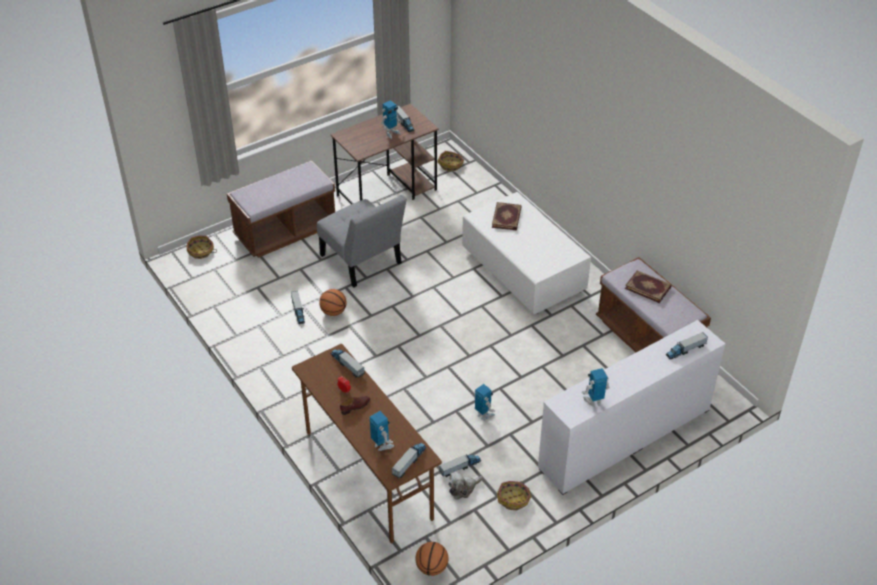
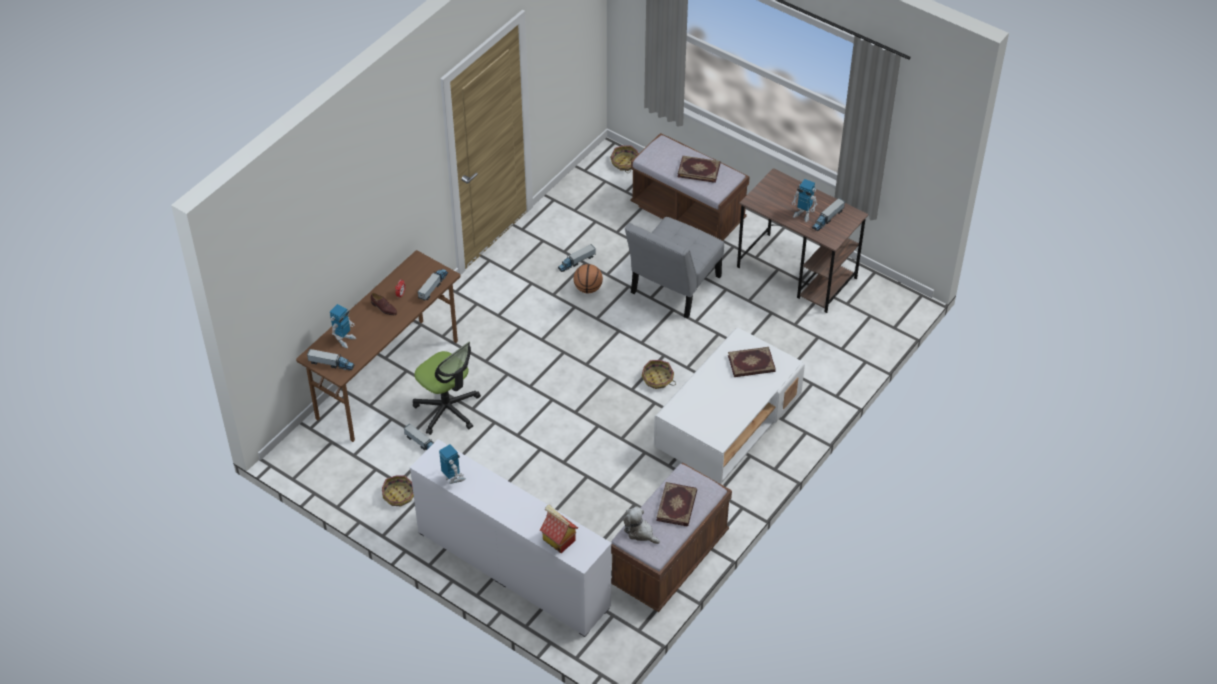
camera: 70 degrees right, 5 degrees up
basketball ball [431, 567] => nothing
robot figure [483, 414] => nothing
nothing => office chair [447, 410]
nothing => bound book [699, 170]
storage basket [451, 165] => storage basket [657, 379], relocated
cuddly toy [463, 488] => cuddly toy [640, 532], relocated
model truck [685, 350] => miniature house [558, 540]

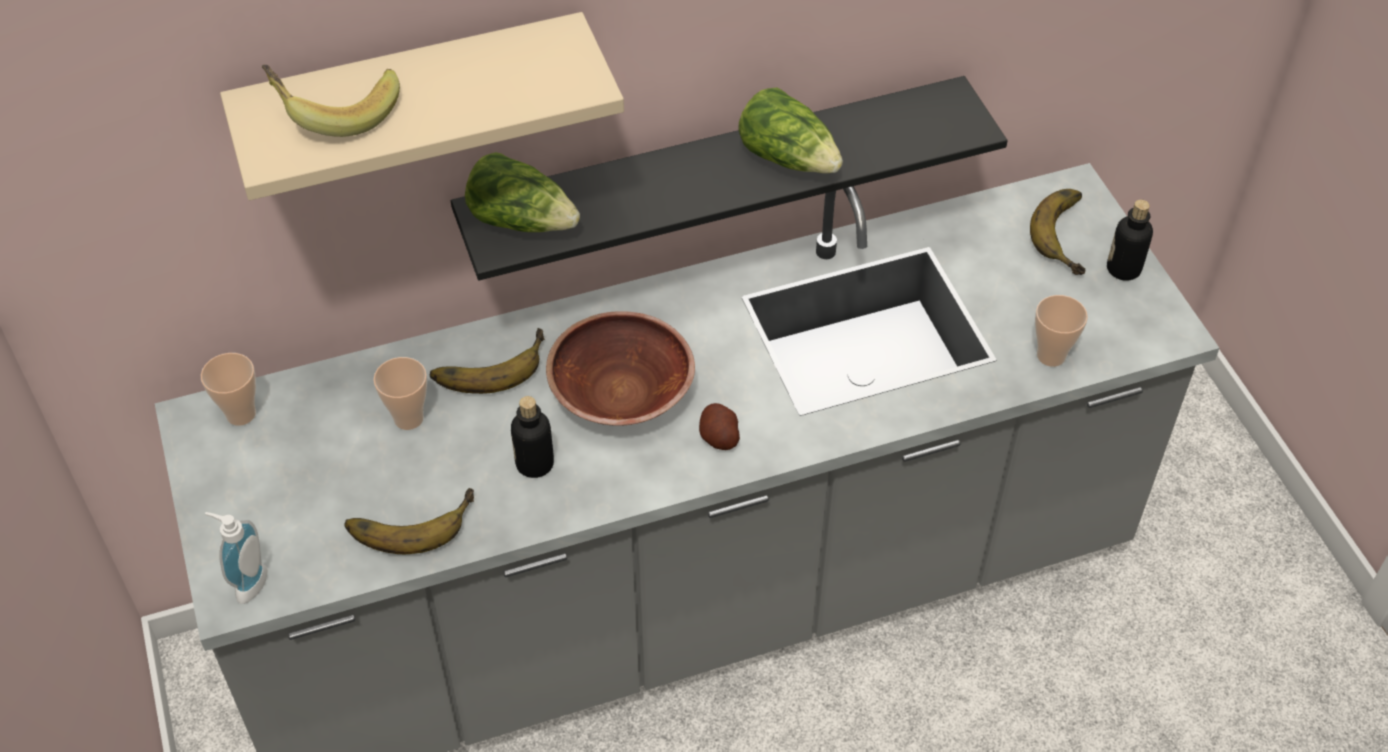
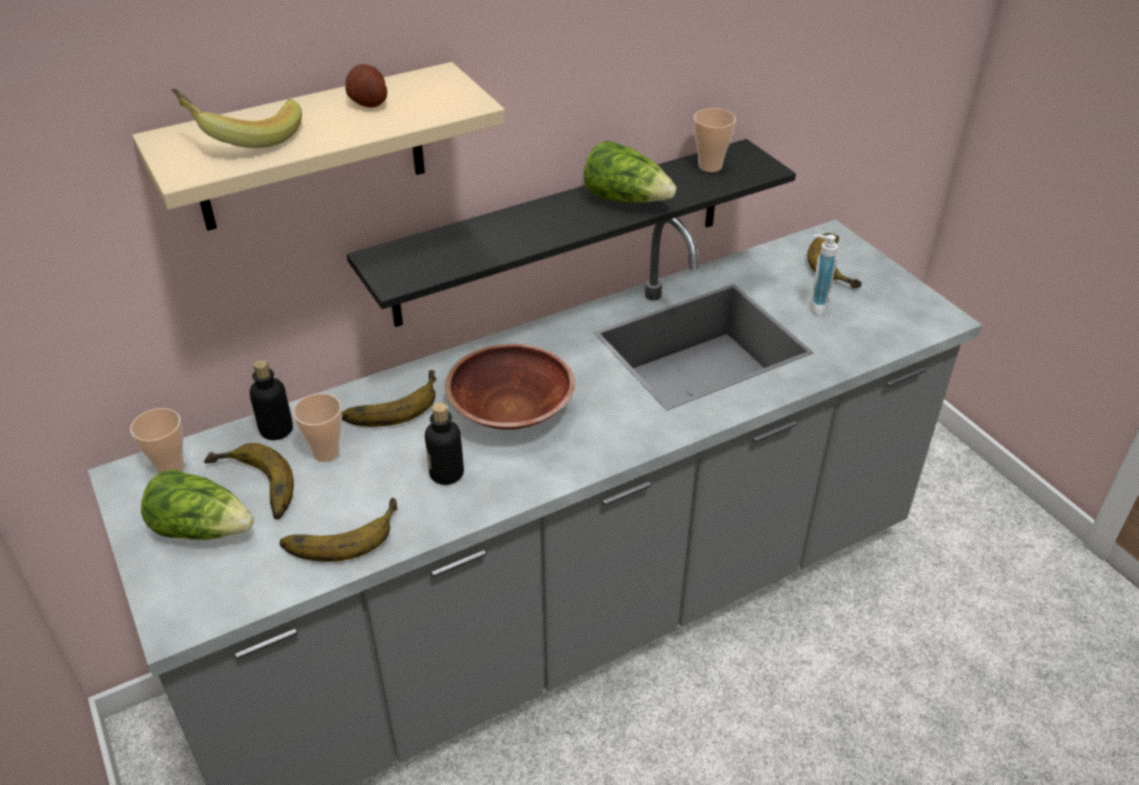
camera: 10 degrees left, 10 degrees down
nothing => banana fruit [250, 489]
soap dispenser [247, 583] => soap dispenser [814, 306], relocated
head of lettuce [522, 220] => head of lettuce [203, 528], relocated
spud [719, 437] => spud [368, 102], relocated
cup [1051, 355] => cup [710, 166], relocated
drink bottle [1123, 269] => drink bottle [276, 430], relocated

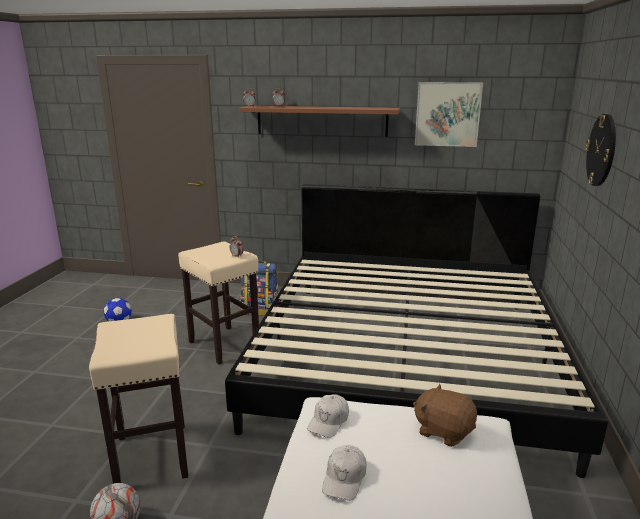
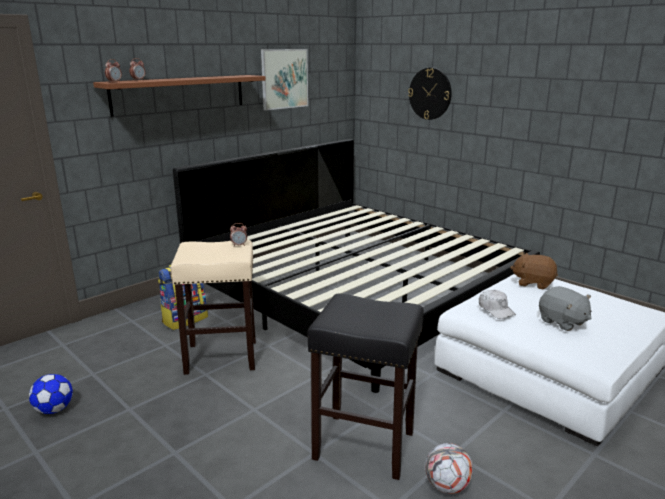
camera: 55 degrees left, 0 degrees up
white baseball cap [344, 478] => greyish cuddly toy [562, 322]
beige-coloured stool seat [152, 457] => black-coloured stool seat [365, 445]
brown cuddly toy [443, 431] => brown cuddly toy [533, 283], 45 degrees clockwise

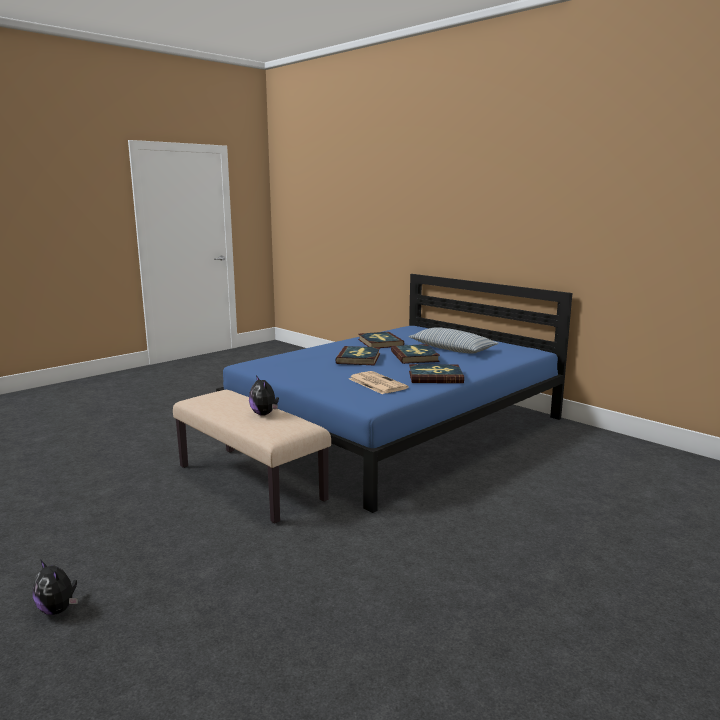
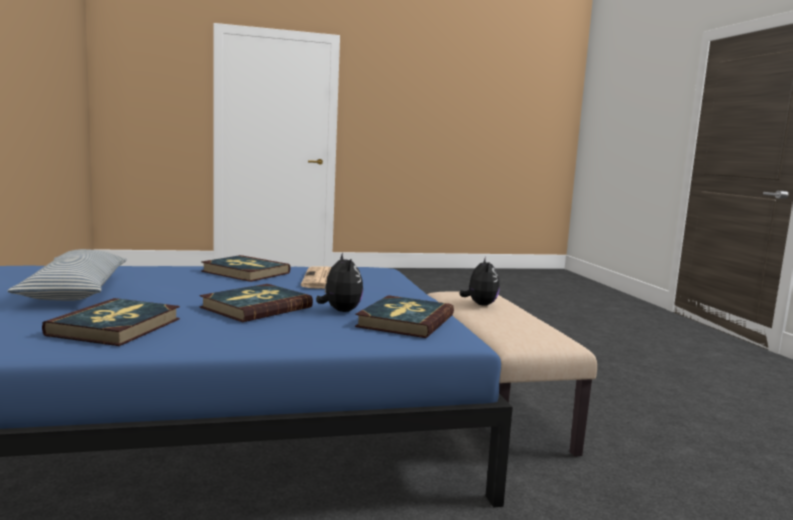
camera: 150 degrees left, 5 degrees down
cuddly toy [58, 609] => cuddly toy [340, 311], relocated
bound book [415, 356] => bound book [405, 321], relocated

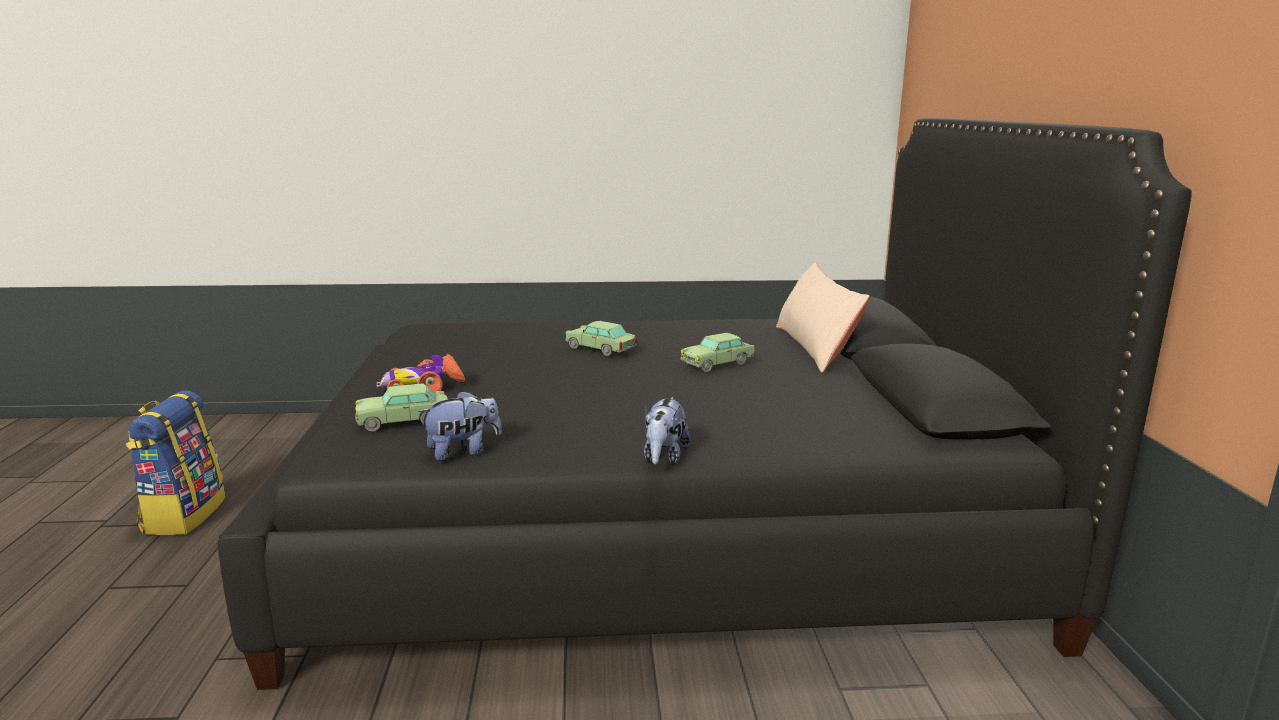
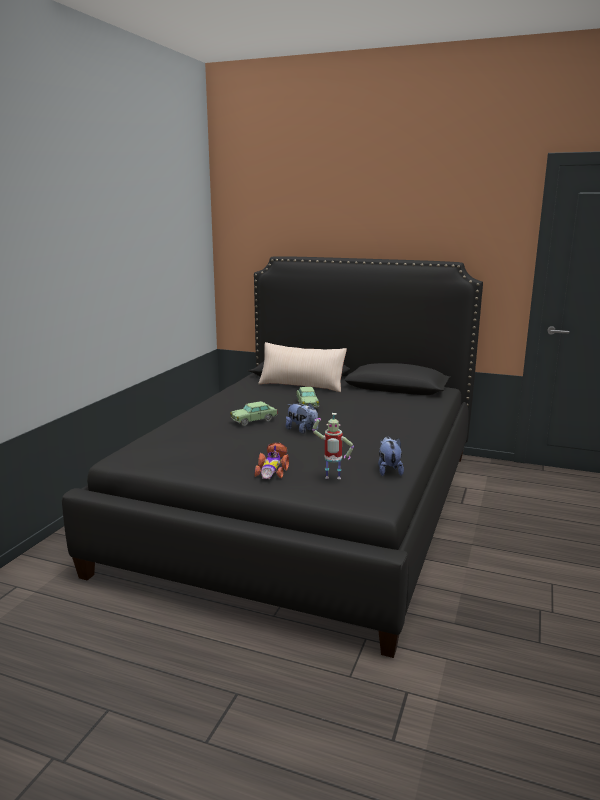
camera: 65 degrees left, 0 degrees up
backpack [183, 515] => nothing
cuddly toy [664, 458] => cuddly toy [302, 430], relocated
miniature car [403, 421] => robot figure [332, 479]

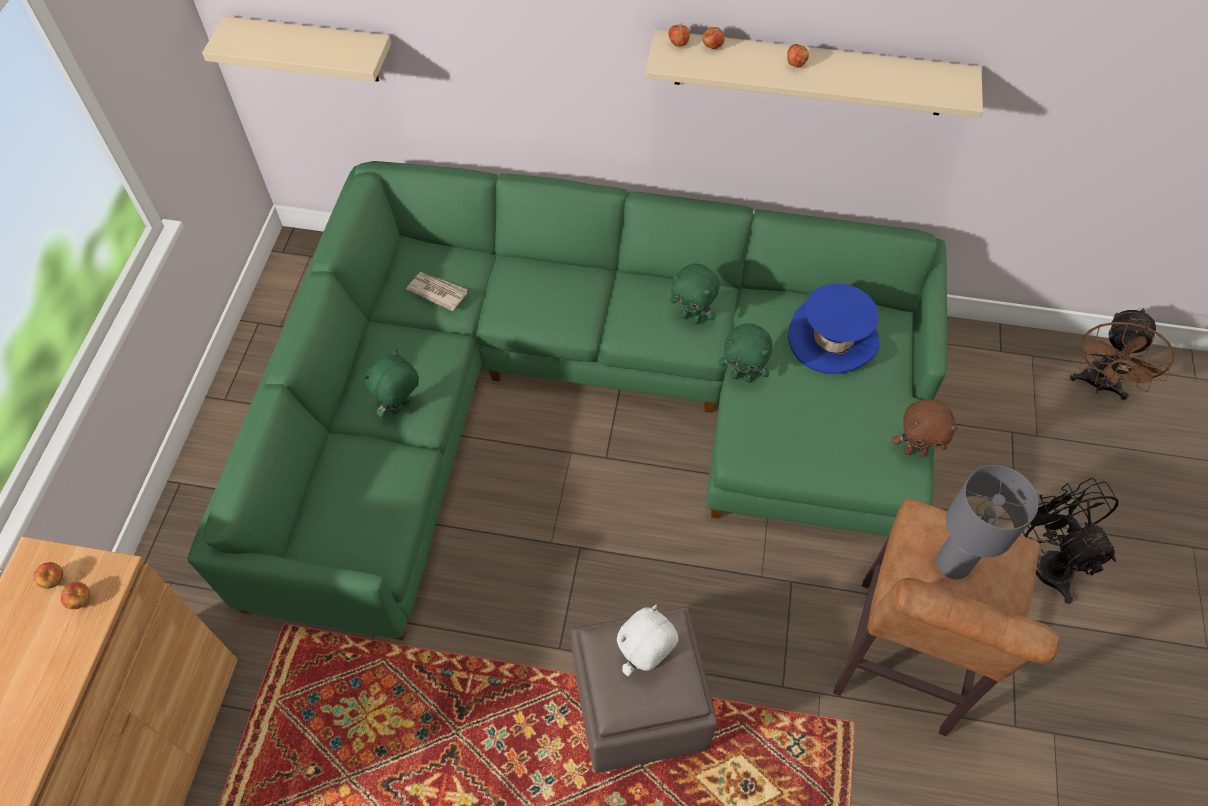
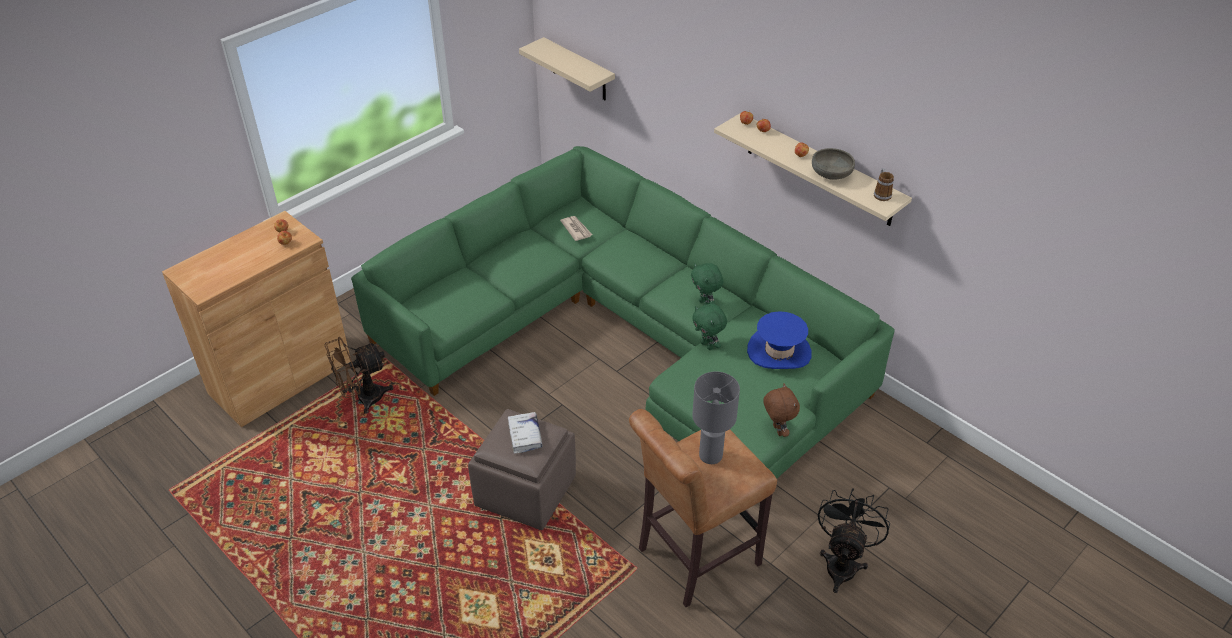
camera: 35 degrees right, 15 degrees down
green-coloured cuddly toy [401, 408] => nothing
nothing => greyish bowl [831, 174]
nothing => coffee mug [881, 194]
brown electric fan [1098, 385] => brown electric fan [363, 399], relocated
white cuddly toy [645, 659] => white bound book [525, 436]
brown cuddly toy [915, 451] => brown cuddly toy [777, 430], 150 degrees counterclockwise

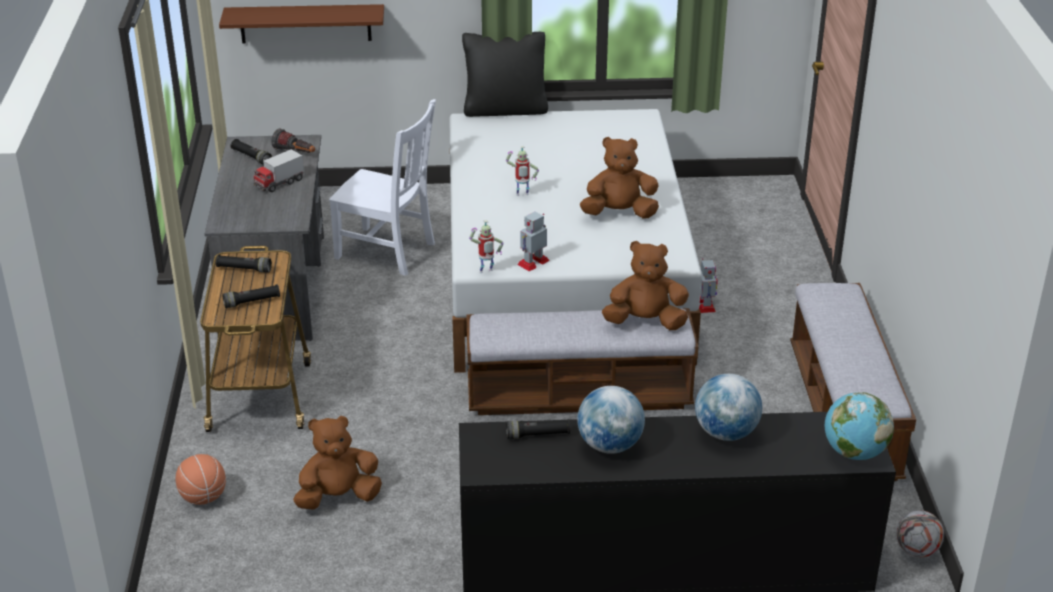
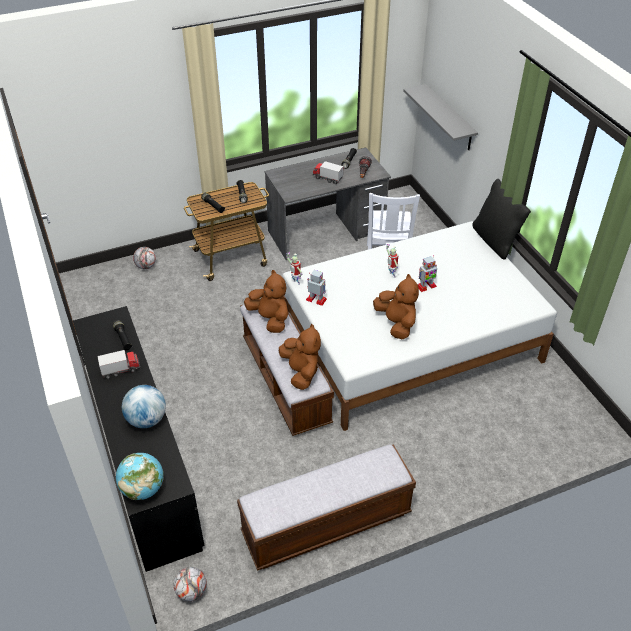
camera: 70 degrees right, 10 degrees up
brown cuddly toy [338, 497] => brown cuddly toy [270, 319], relocated
robot figure [705, 305] => robot figure [426, 286], relocated
basketball ball [203, 497] => football [146, 266]
world globe [609, 445] => model truck [121, 370]
brown bracket shelf [305, 23] => greyish bracket shelf [449, 118]

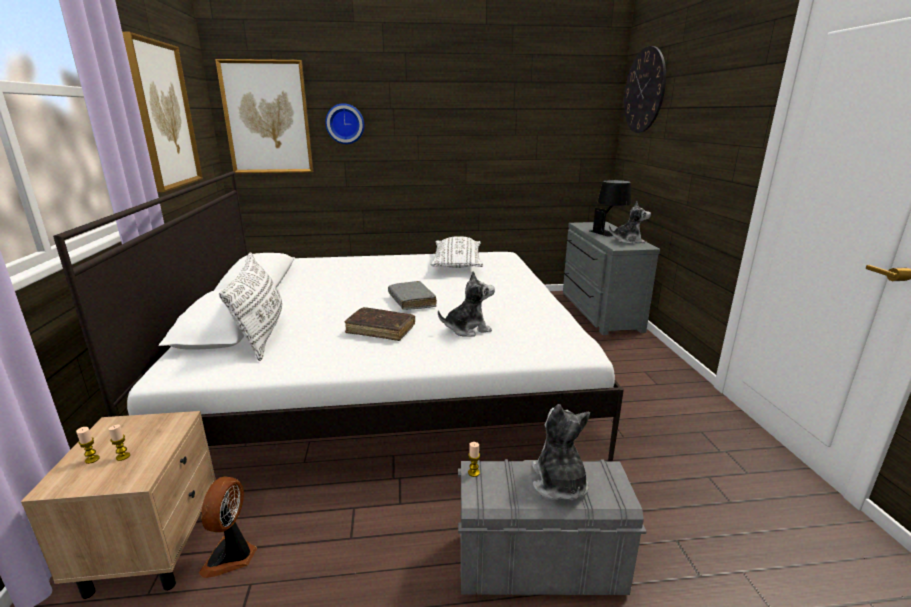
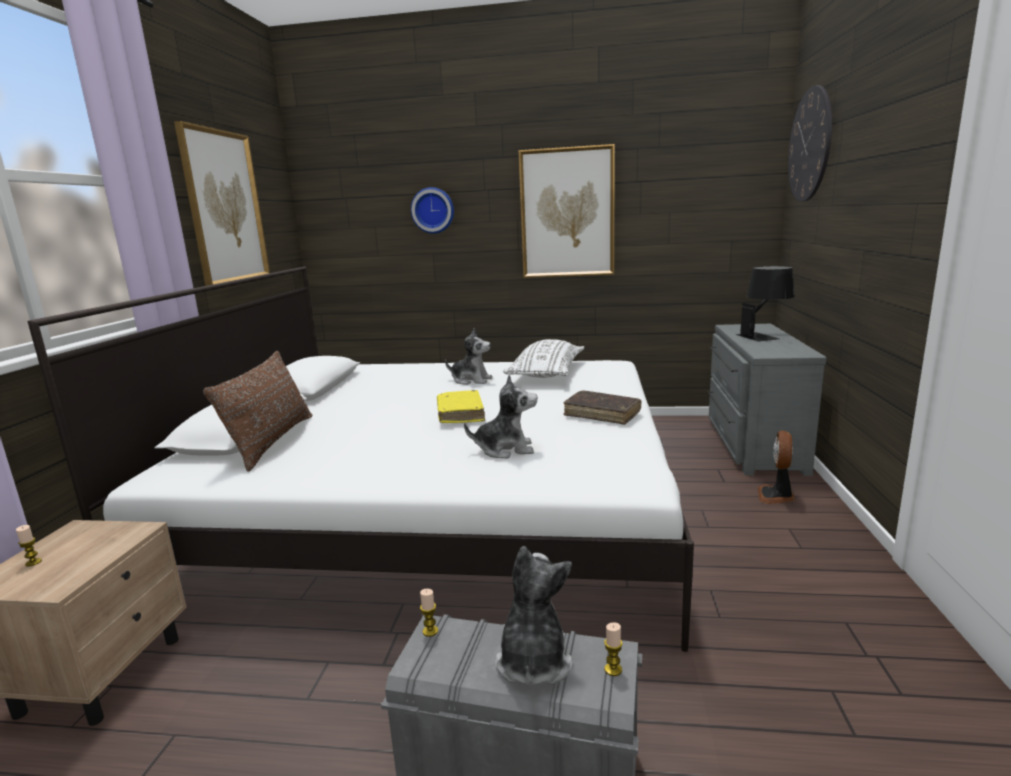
camera: 15 degrees right, 5 degrees down
wax light [123, 456] => wax light [613, 669], relocated
electric fan [232, 556] => electric fan [776, 496], relocated
picture [267, 118] => picture [567, 213], relocated
brown bound book [380, 330] => brown bound book [602, 414], relocated
cuddly toy [628, 241] => cuddly toy [471, 380], relocated
white throw pillow [261, 332] => brown throw pillow [273, 441]
greyish bound book [411, 301] => yellow bound book [460, 414]

